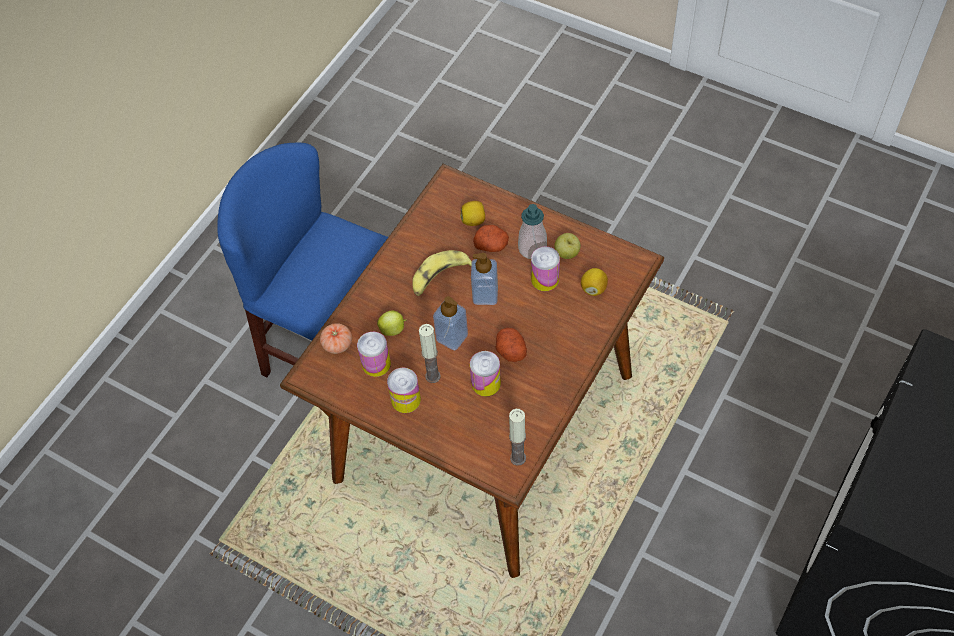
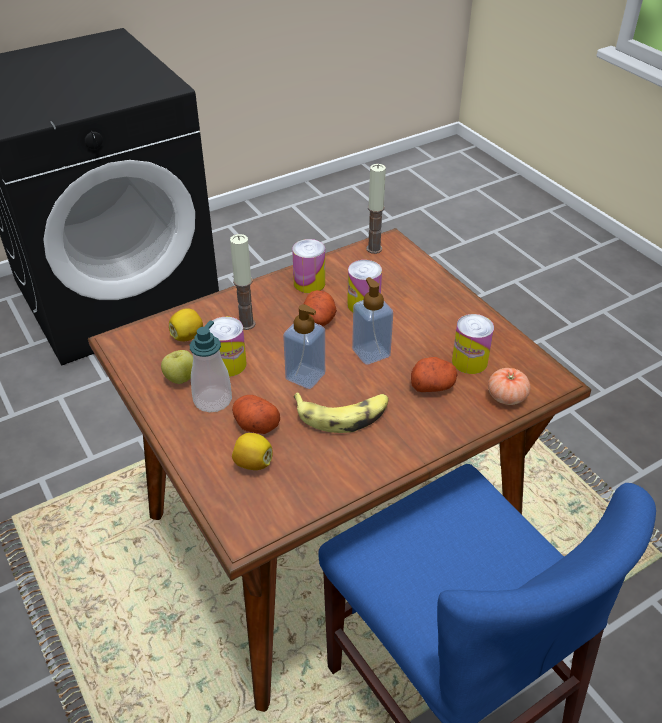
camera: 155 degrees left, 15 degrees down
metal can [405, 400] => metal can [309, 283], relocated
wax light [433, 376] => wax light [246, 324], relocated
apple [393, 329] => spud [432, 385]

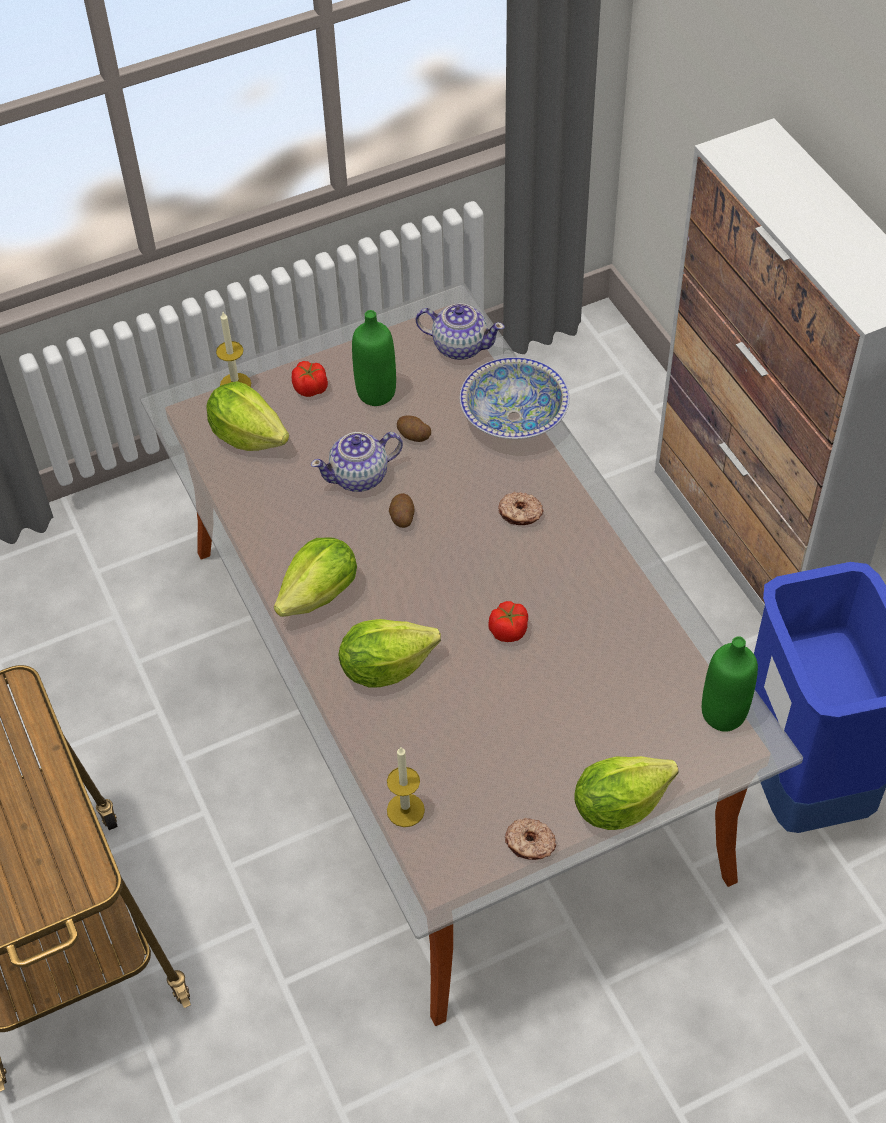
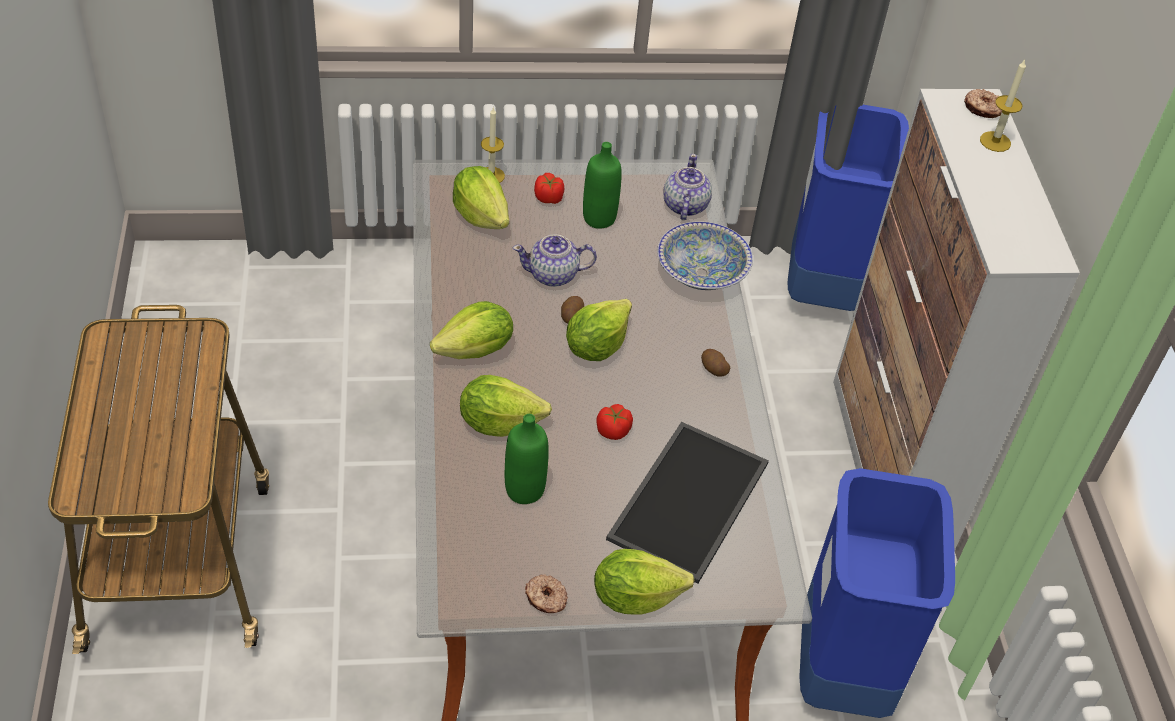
camera: 15 degrees right, 5 degrees down
nothing => head of lettuce [596, 346]
nothing => serving tray [690, 503]
nothing => blue-coloured waste bin [821, 288]
wax light [405, 810] => wax light [995, 141], relocated
spud [413, 436] => spud [713, 369], relocated
donut [520, 514] => donut [982, 109], relocated
green-coloured drink bottle [723, 714] => green-coloured drink bottle [524, 490], relocated
pot for tea [459, 346] => pot for tea [684, 206], 120 degrees counterclockwise

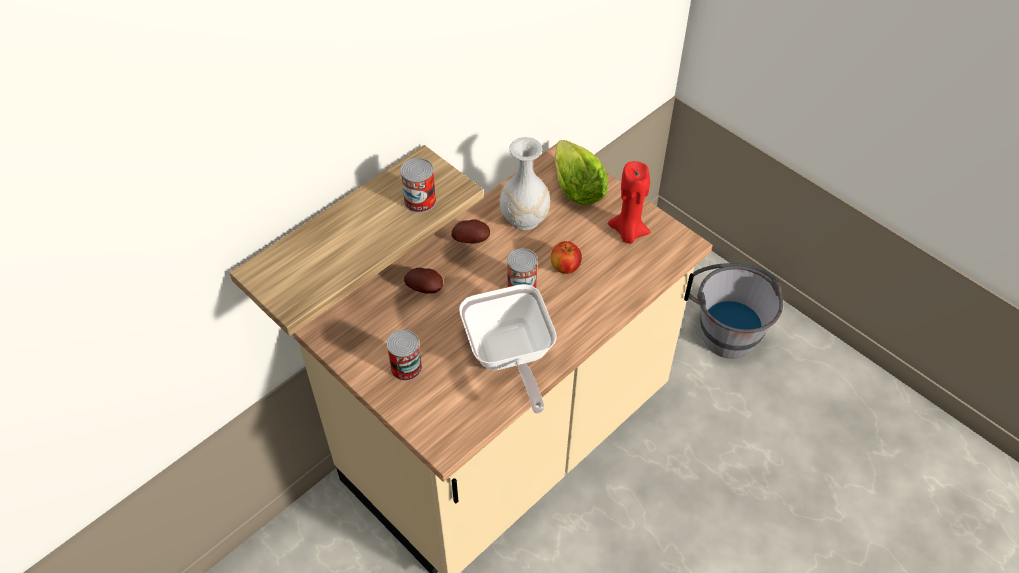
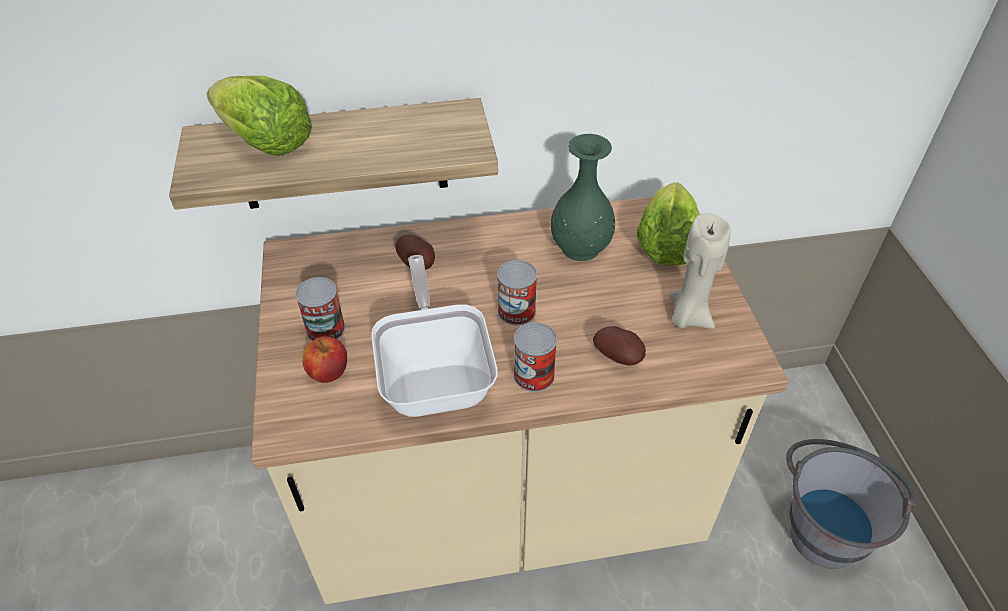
camera: 35 degrees right, 5 degrees down
nothing => head of lettuce [265, 142]
metal can [420, 201] => metal can [534, 375], relocated
spud [472, 239] => spud [619, 357], relocated
apple [565, 267] => apple [328, 373], relocated
white vase [524, 219] => green-coloured vase [579, 248]
red wax light [628, 233] => beige-coloured wax light [688, 316]
pan [509, 356] => pan [436, 375], 150 degrees clockwise

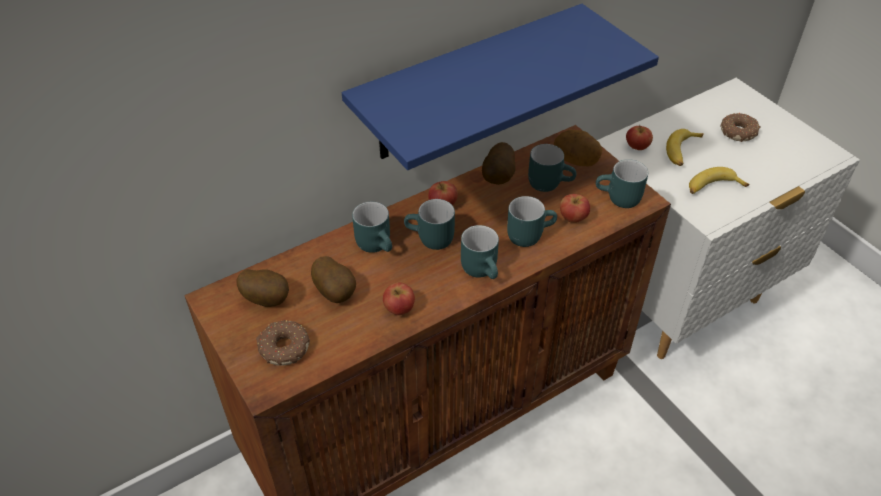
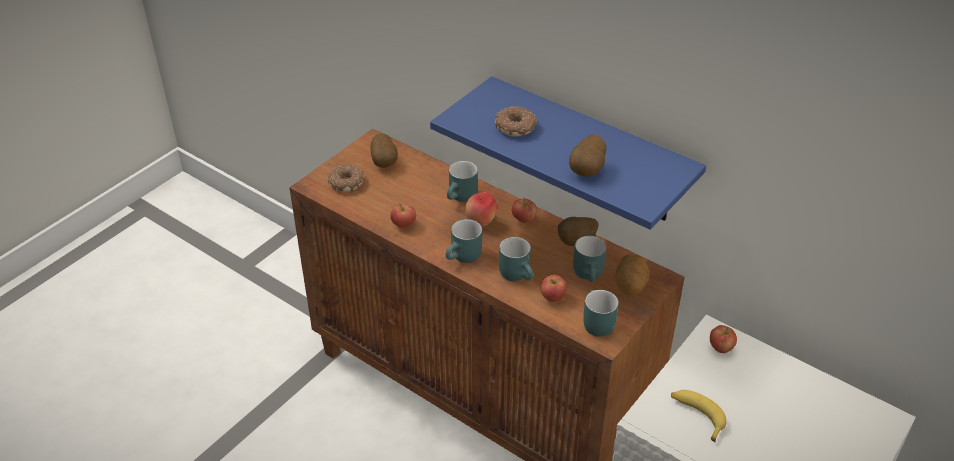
camera: 70 degrees right, 5 degrees down
banana fruit [682, 152] => nothing
spud [336, 292] => spud [588, 171], relocated
donut [738, 131] => donut [516, 127], relocated
turquoise-coloured coffee mug [430, 240] => apple [481, 222]

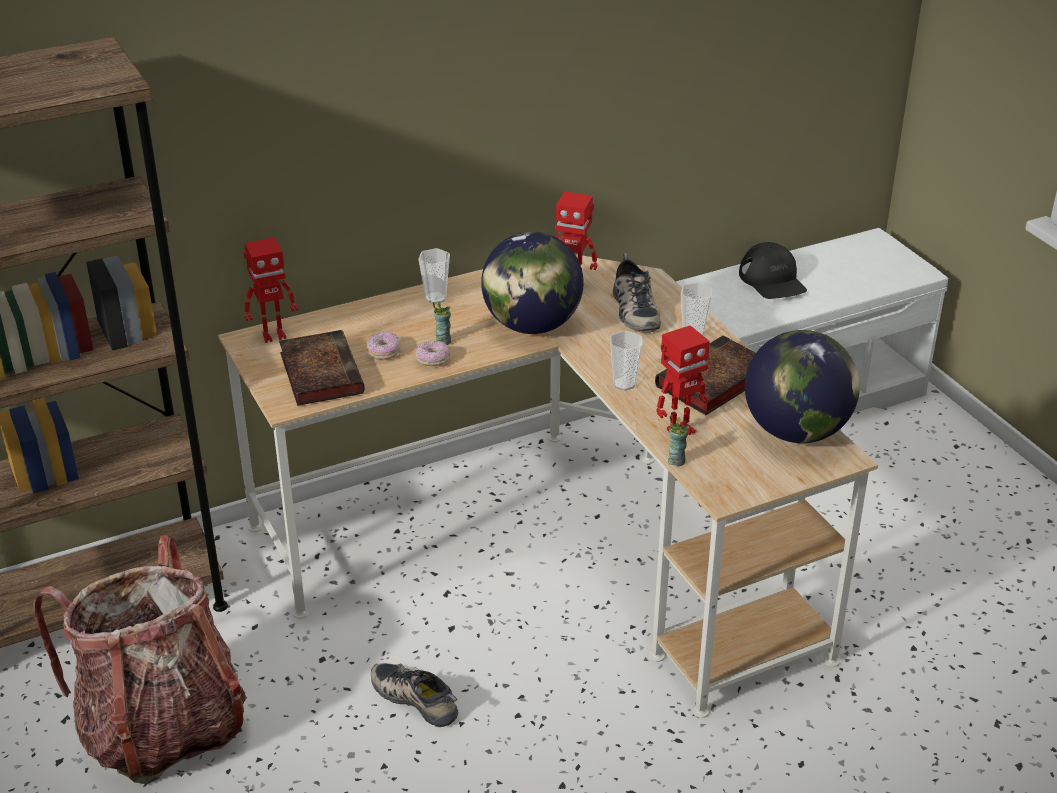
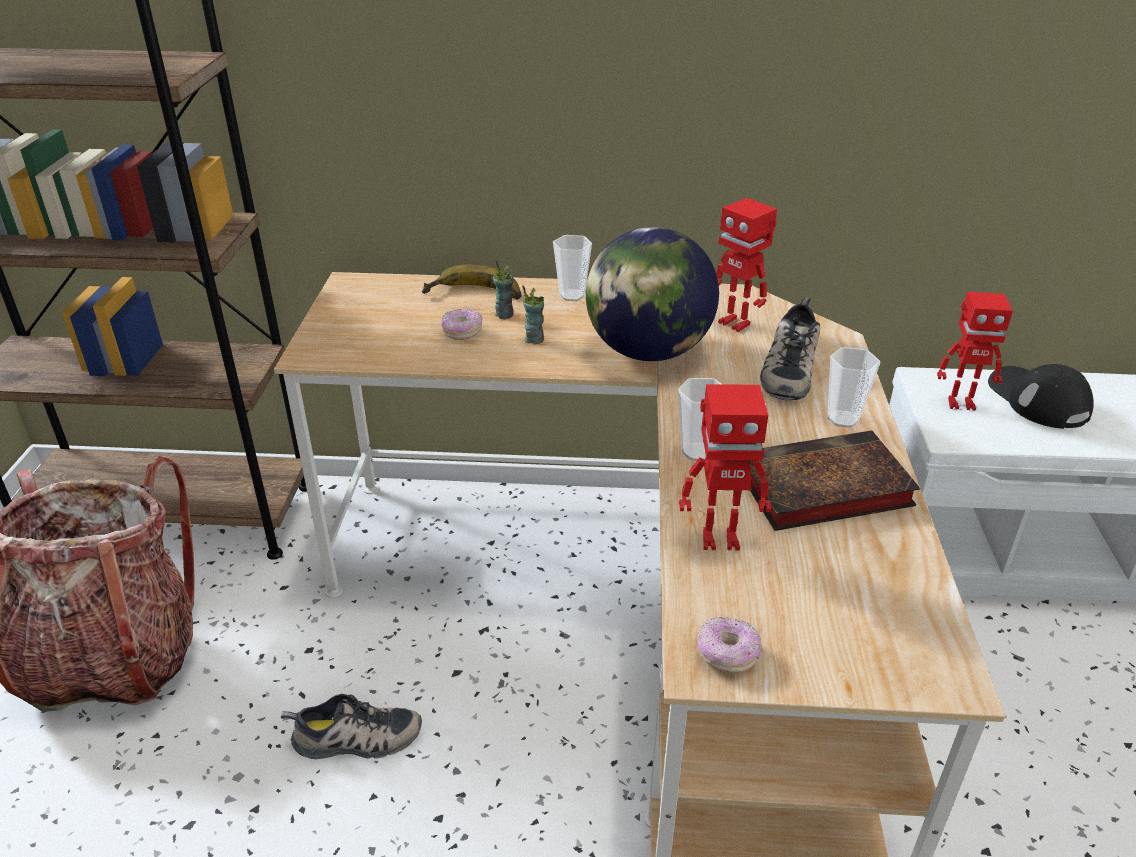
camera: 30 degrees right, 0 degrees up
bound book [319, 372] => nothing
world globe [797, 431] => nothing
nothing => banana fruit [474, 296]
robot figure [273, 335] => robot figure [960, 403], relocated
donut [432, 360] => donut [727, 655], relocated
cup [676, 461] => cup [504, 314], relocated
low shoe [417, 698] => low shoe [356, 740], 105 degrees clockwise
black-coloured baseball cap [772, 280] => black-coloured baseball cap [1037, 399], 150 degrees clockwise

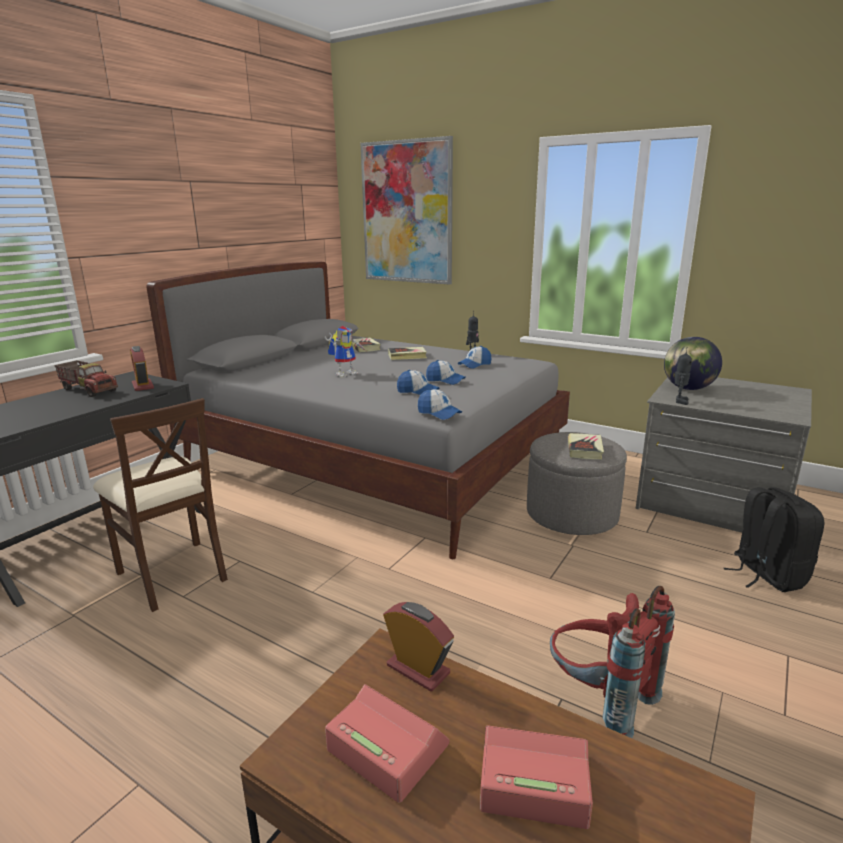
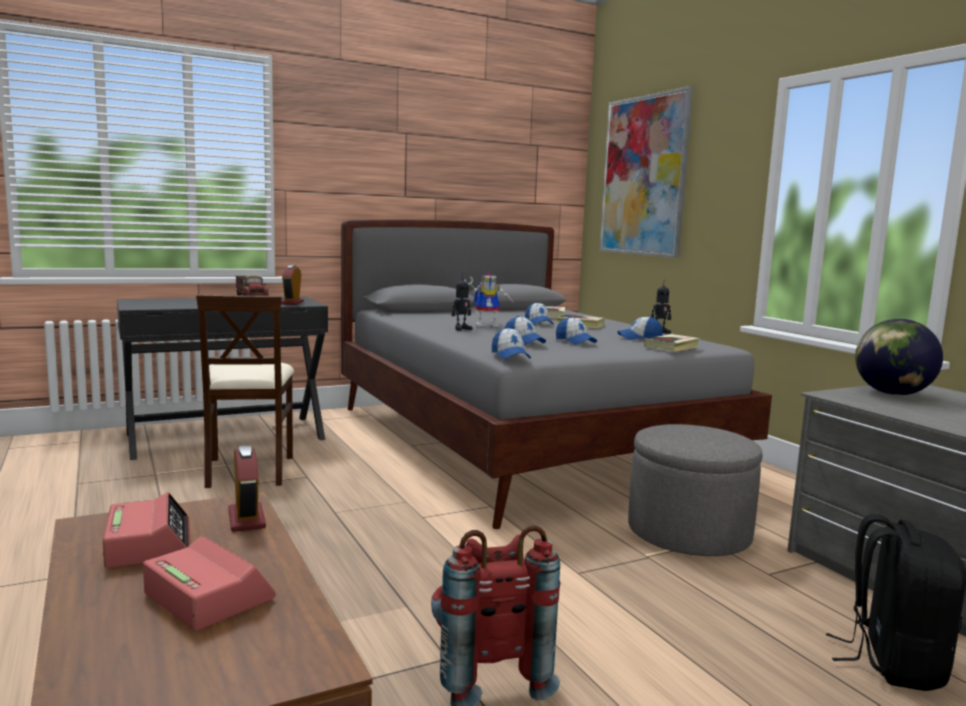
camera: 30 degrees right, 10 degrees down
nothing => baseball cap [538, 323]
bound book [585, 449] => bound book [672, 347], relocated
robot figure [679, 401] => robot figure [461, 329], relocated

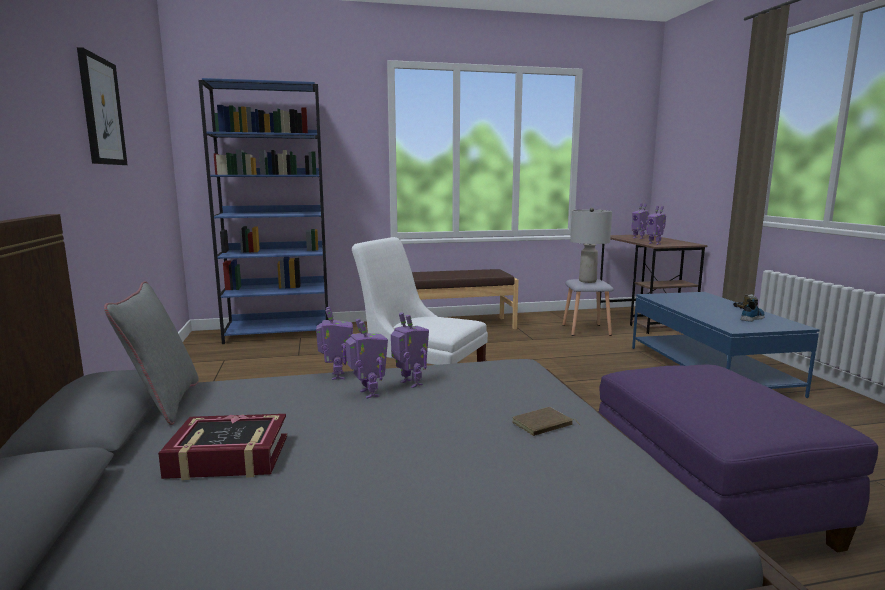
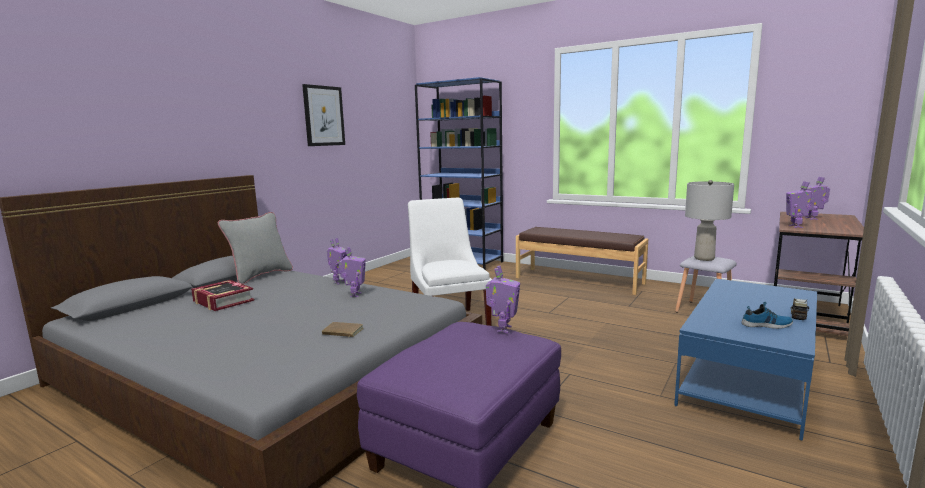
camera: 45 degrees right, 0 degrees up
robot figure [368, 394] => robot figure [503, 329], relocated

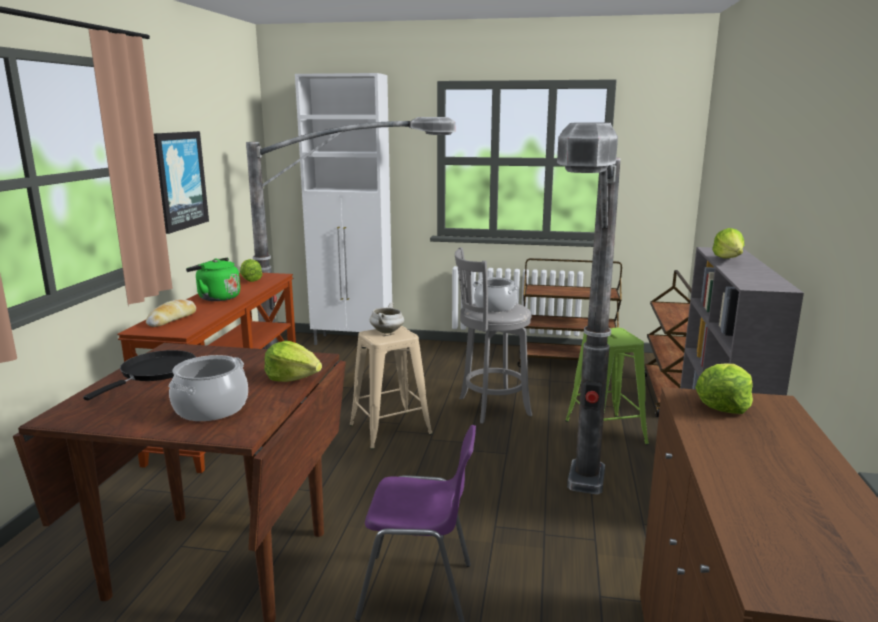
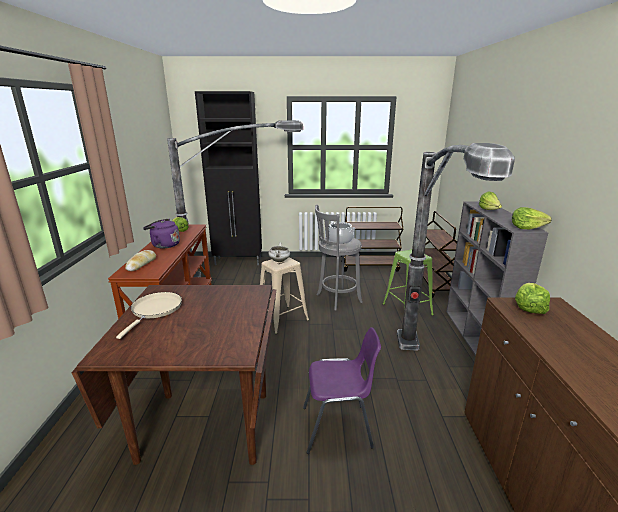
camera: 10 degrees left, 5 degrees up
picture [180, 180] => nothing
saucepot [211, 408] => nothing
head of lettuce [292, 378] => head of lettuce [526, 227], relocated
black-coloured pan [155, 372] => beige-coloured pan [155, 310]
green-coloured kettle [216, 297] => purple kettle [164, 245]
white cabinet [353, 342] => black-coloured cabinet [239, 261]

